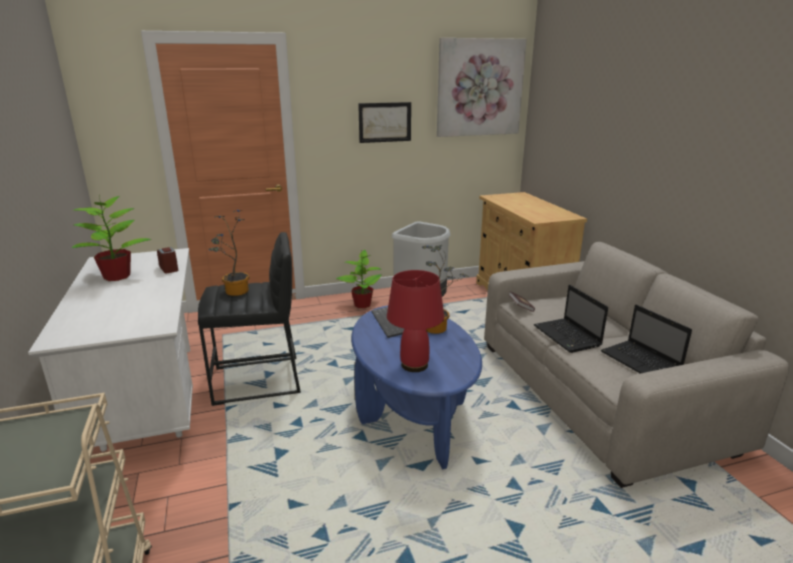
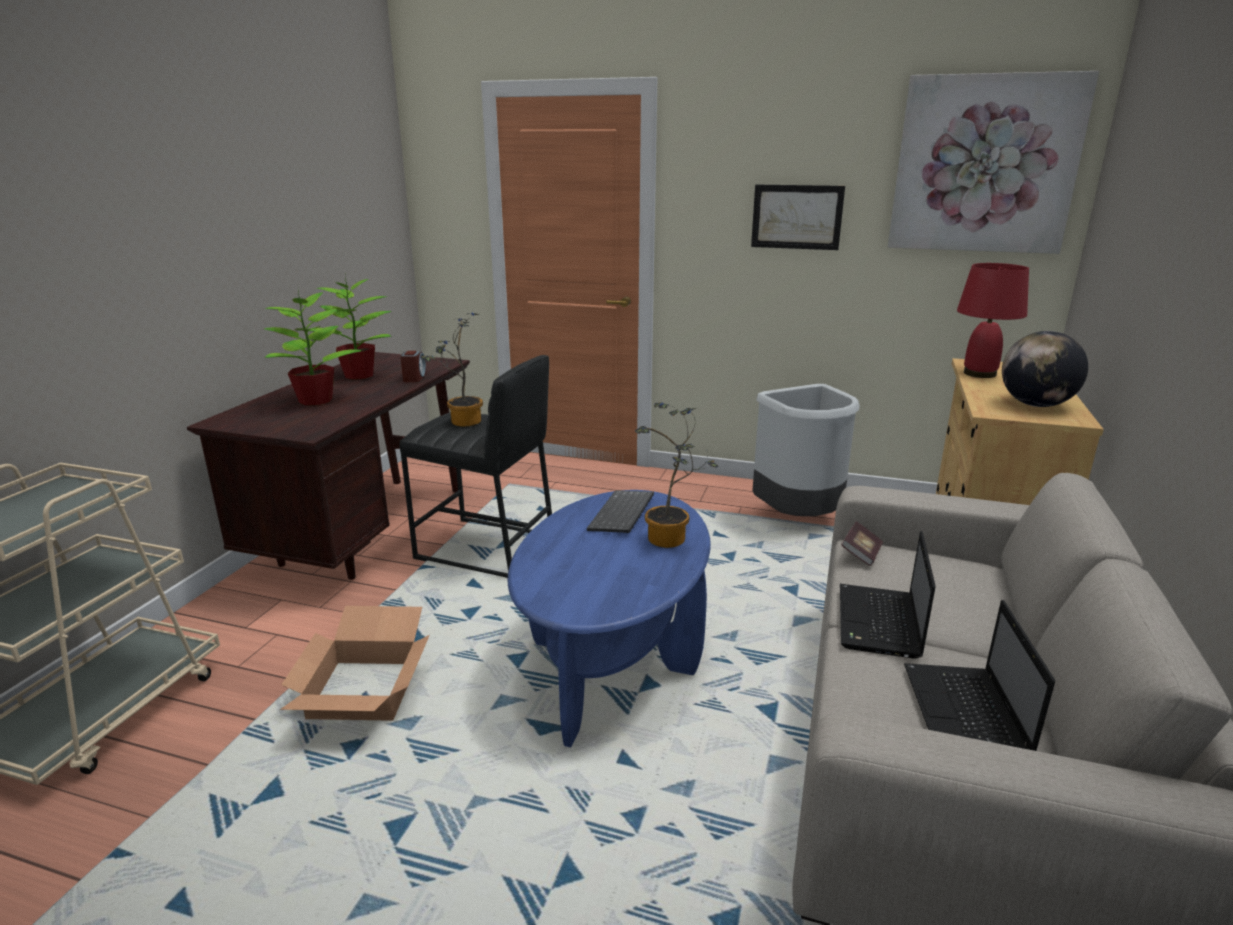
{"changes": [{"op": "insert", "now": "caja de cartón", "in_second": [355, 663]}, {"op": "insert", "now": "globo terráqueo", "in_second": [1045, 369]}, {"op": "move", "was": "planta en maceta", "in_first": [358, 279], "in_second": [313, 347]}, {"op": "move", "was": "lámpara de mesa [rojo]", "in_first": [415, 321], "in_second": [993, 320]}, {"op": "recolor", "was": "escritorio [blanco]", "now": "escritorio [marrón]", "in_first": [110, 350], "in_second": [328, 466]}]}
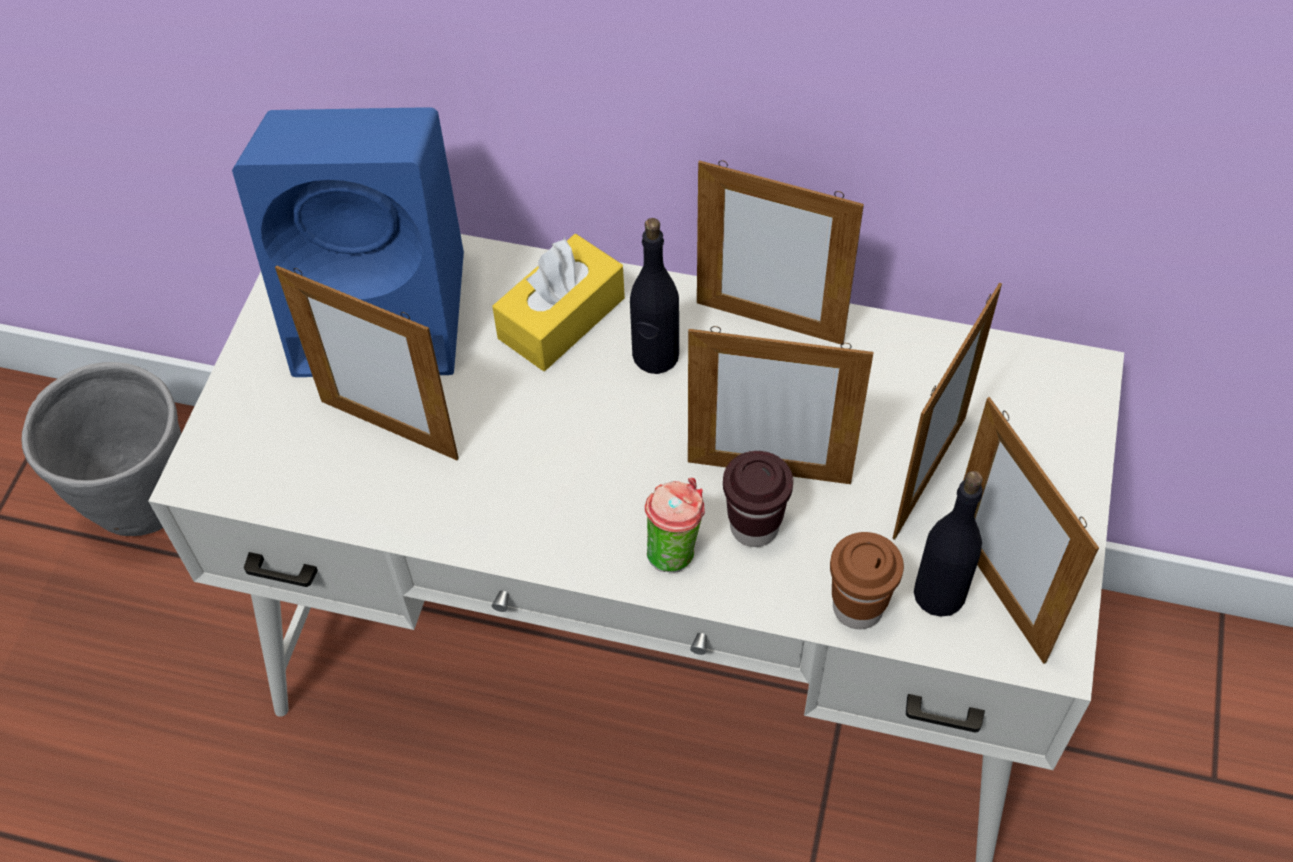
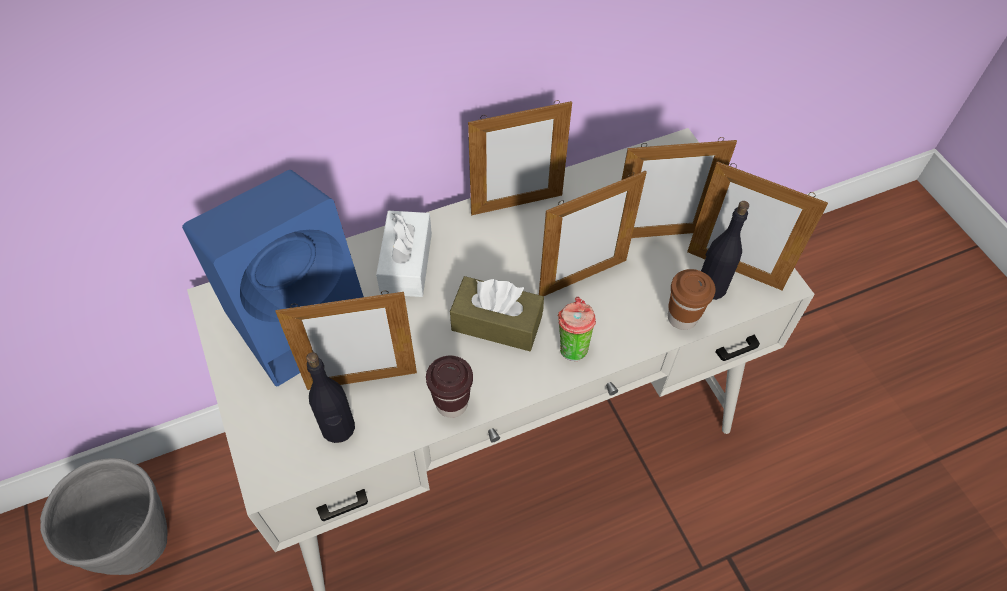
{"changes": [{"op": "insert", "now": "caja de pañuelos [marrón]", "in_second": [497, 313]}, {"op": "move", "was": "botella [negro]", "in_first": [654, 296], "in_second": [330, 397]}, {"op": "move", "was": "taza [marrón]", "in_first": [758, 499], "in_second": [449, 386]}, {"op": "recolor", "was": "caja de pañuelos [amarillo]", "now": "caja de pañuelos [blanco]", "in_first": [558, 302], "in_second": [404, 254]}, {"op": "rotate", "was": "portarretratos", "in_first": [947, 411], "in_second": [679, 187], "clockwise": 90}]}
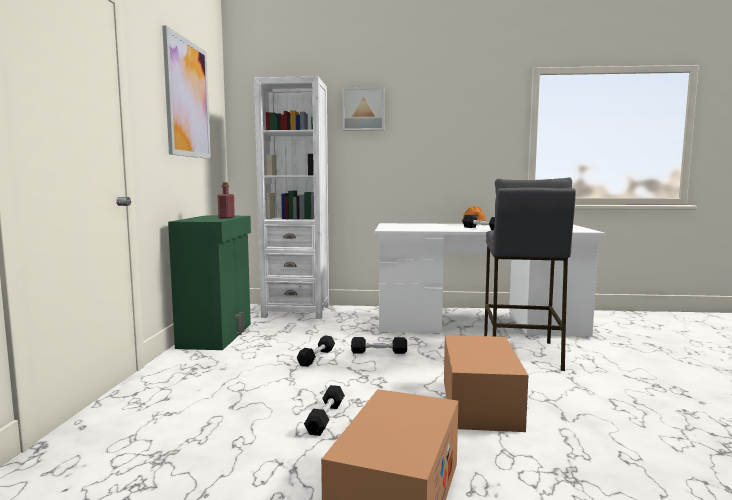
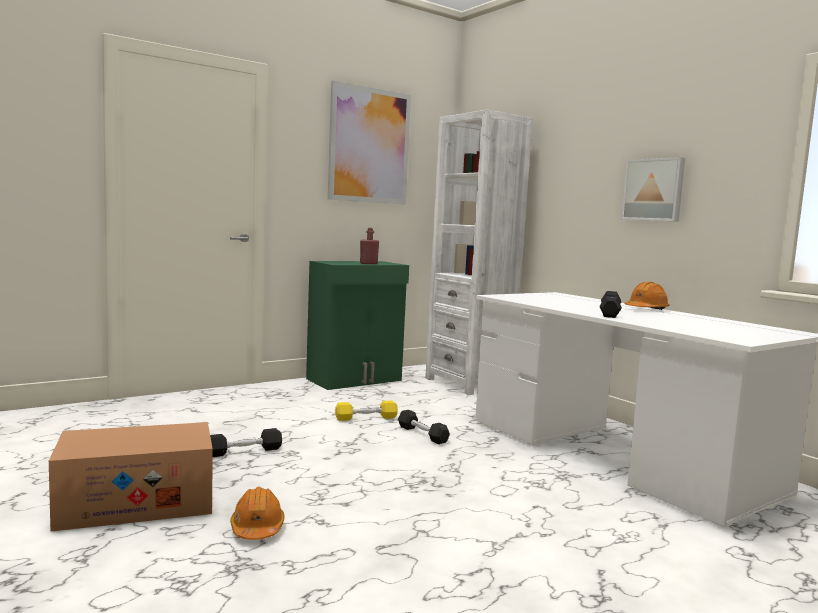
{"changes": [{"op": "delete", "was": "caja de cartón", "in_first": [486, 383]}, {"op": "delete", "was": "taburete [gris]", "in_first": [530, 274]}, {"op": "insert", "now": "casco [naranja]", "in_second": [257, 513]}, {"op": "move", "was": "cuadro", "in_first": [363, 109], "in_second": [653, 189]}, {"op": "recolor", "was": "mancuerna [negro]", "now": "mancuerna [amarillo]", "in_first": [316, 351], "in_second": [366, 411]}]}
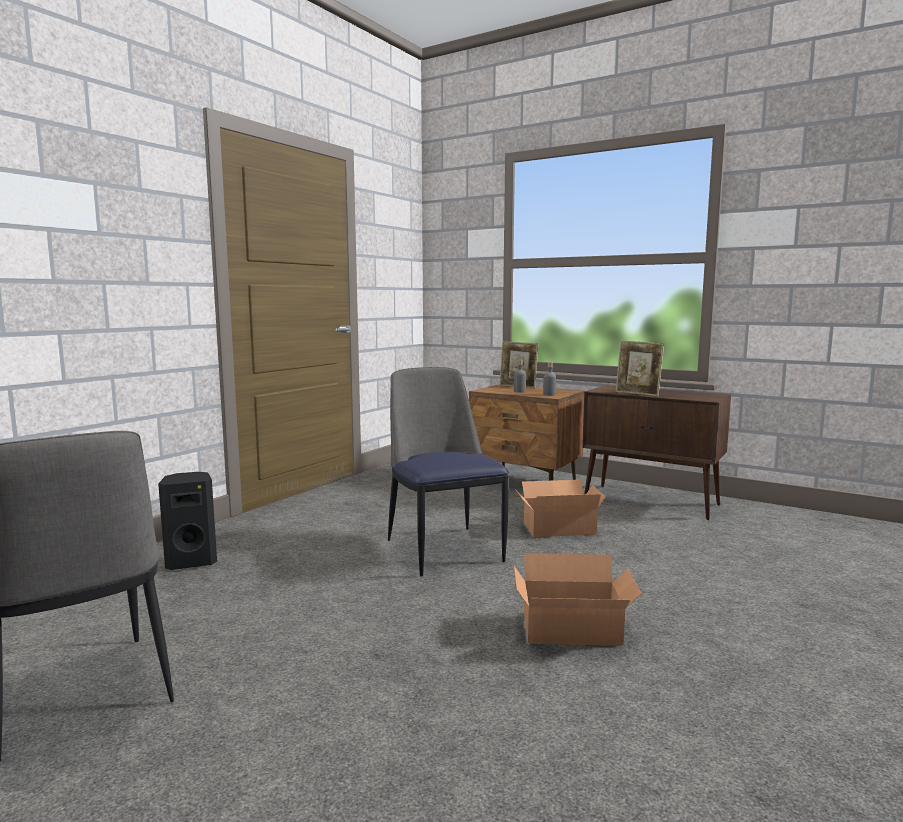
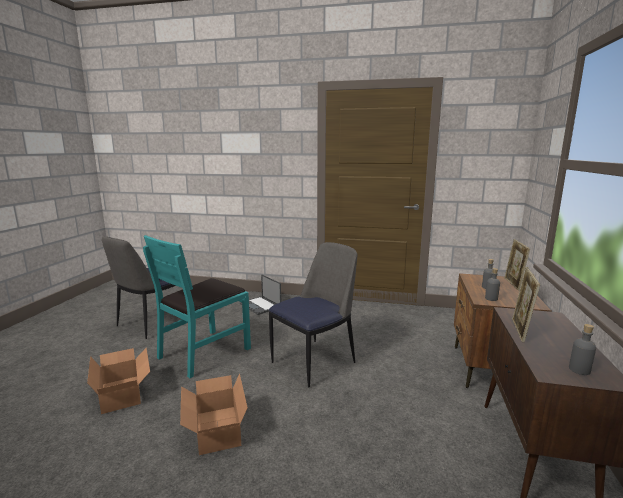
{"changes": [{"op": "insert", "now": "silla [turquesa]", "in_second": [197, 306]}, {"op": "insert", "now": "botella [gris]", "in_second": [582, 349]}, {"op": "move", "was": "caja de cartón", "in_first": [560, 508], "in_second": [118, 381]}, {"op": "replace", "was": "altavoz [negro]", "now": "portátil", "in_first": [187, 521], "in_second": [260, 294]}]}
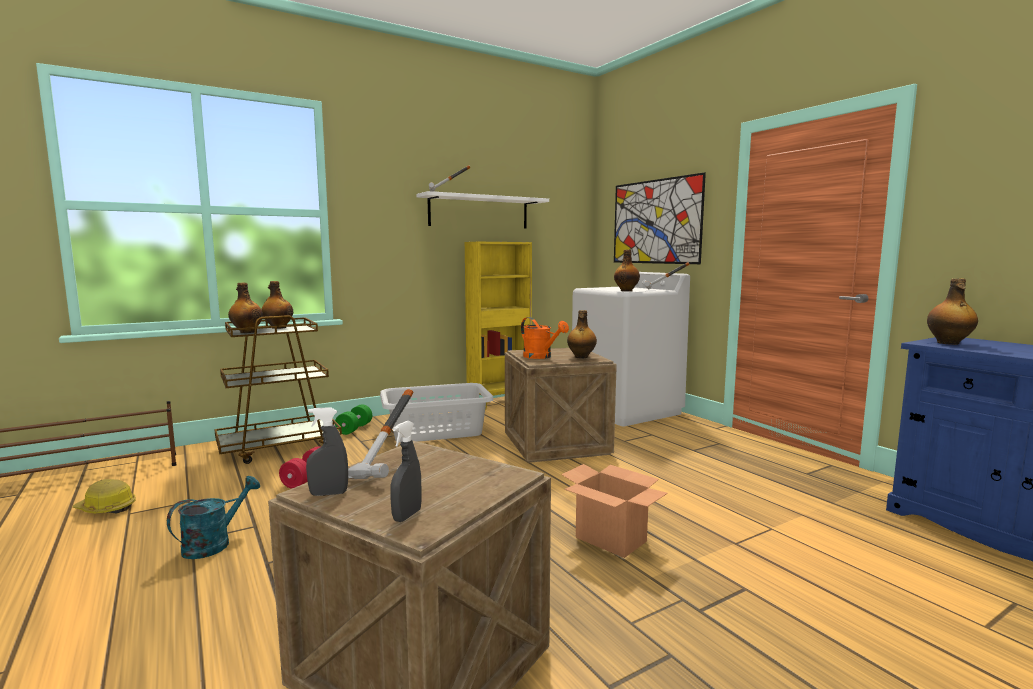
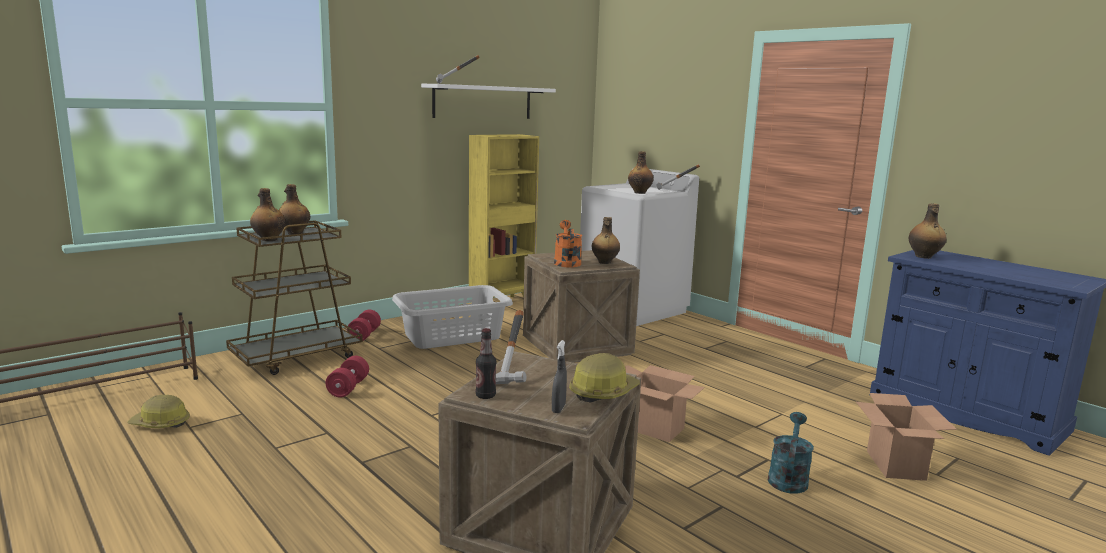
{"changes": [{"op": "delete", "was": "cuadro", "in_first": [660, 218]}, {"op": "insert", "now": "casco", "in_second": [604, 378]}, {"op": "insert", "now": "caja de cartón", "in_second": [906, 437]}, {"op": "move", "was": "regadera [turquesa]", "in_first": [213, 517], "in_second": [791, 453]}, {"op": "replace", "was": "pulverizador [gris]", "now": "botella", "in_first": [327, 451], "in_second": [486, 363]}, {"op": "recolor", "was": "mancuerna [verde]", "now": "mancuerna [rojo]", "in_first": [353, 419], "in_second": [364, 325]}, {"op": "rotate", "was": "regadera [naranja]", "in_first": [545, 338], "in_second": [568, 243], "clockwise": -135}]}
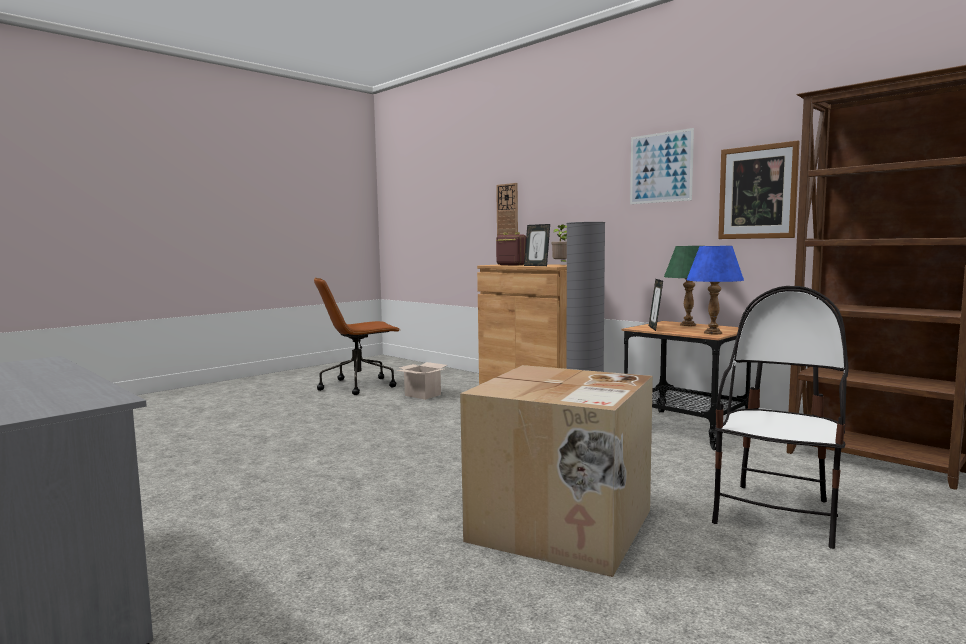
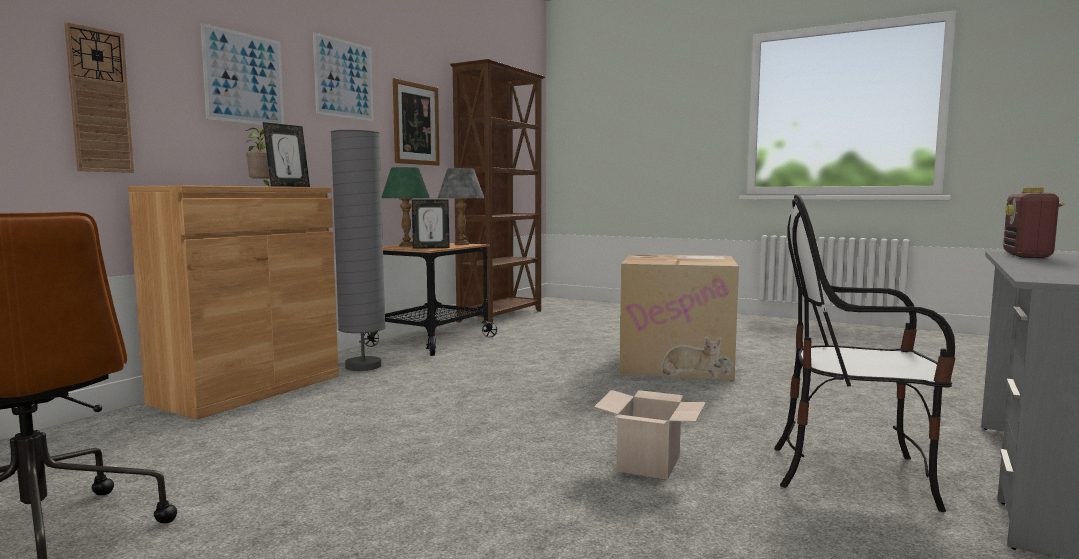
{"changes": [{"op": "insert", "now": "cuadro", "in_second": [242, 74]}, {"op": "move", "was": "caja de cartón", "in_first": [421, 381], "in_second": [650, 435]}, {"op": "move", "was": "radio", "in_first": [511, 248], "in_second": [1034, 222]}, {"op": "move", "was": "silla", "in_first": [780, 417], "in_second": [865, 353]}, {"op": "recolor", "was": "lámpara de mesa [azul]", "now": "lámpara de mesa [gris]", "in_first": [715, 290], "in_second": [461, 206]}]}
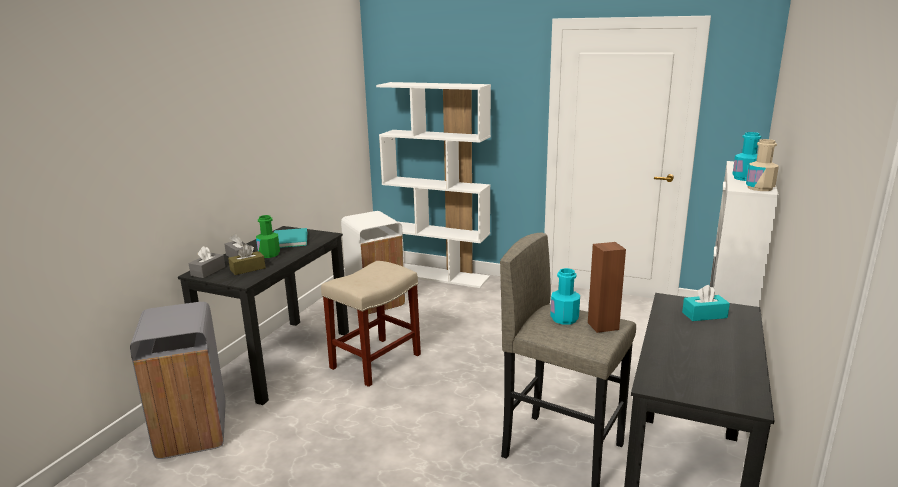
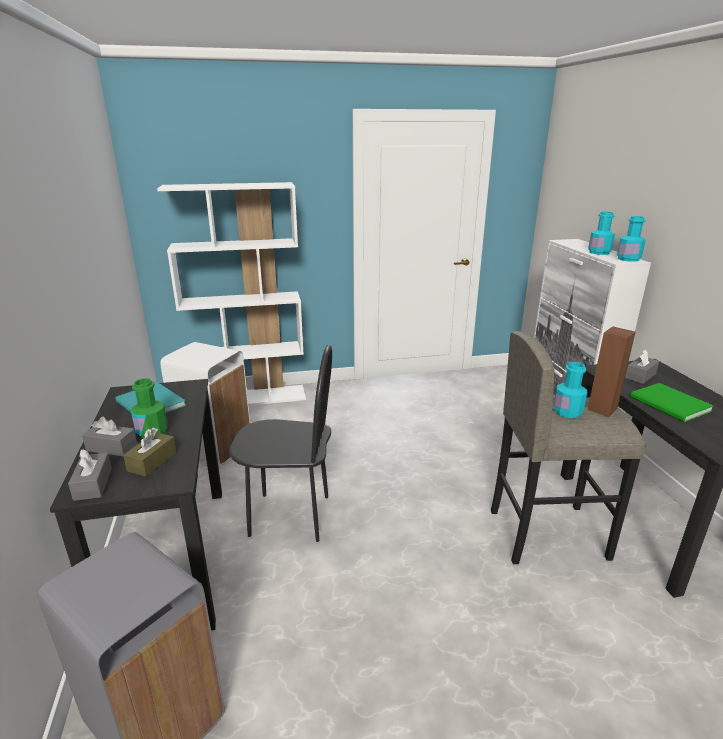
{"changes": [{"op": "insert", "now": "libro [verde]", "in_second": [672, 402]}, {"op": "replace", "was": "taburete [beis]", "now": "silla [negro]", "in_first": [371, 324], "in_second": [280, 443]}, {"op": "recolor", "was": "caja de pañuelos [turquesa]", "now": "caja de pañuelos [gris]", "in_first": [706, 303], "in_second": [642, 366]}, {"op": "recolor", "was": "botella [beis]", "now": "botella [turquesa]", "in_first": [762, 165], "in_second": [631, 239]}]}
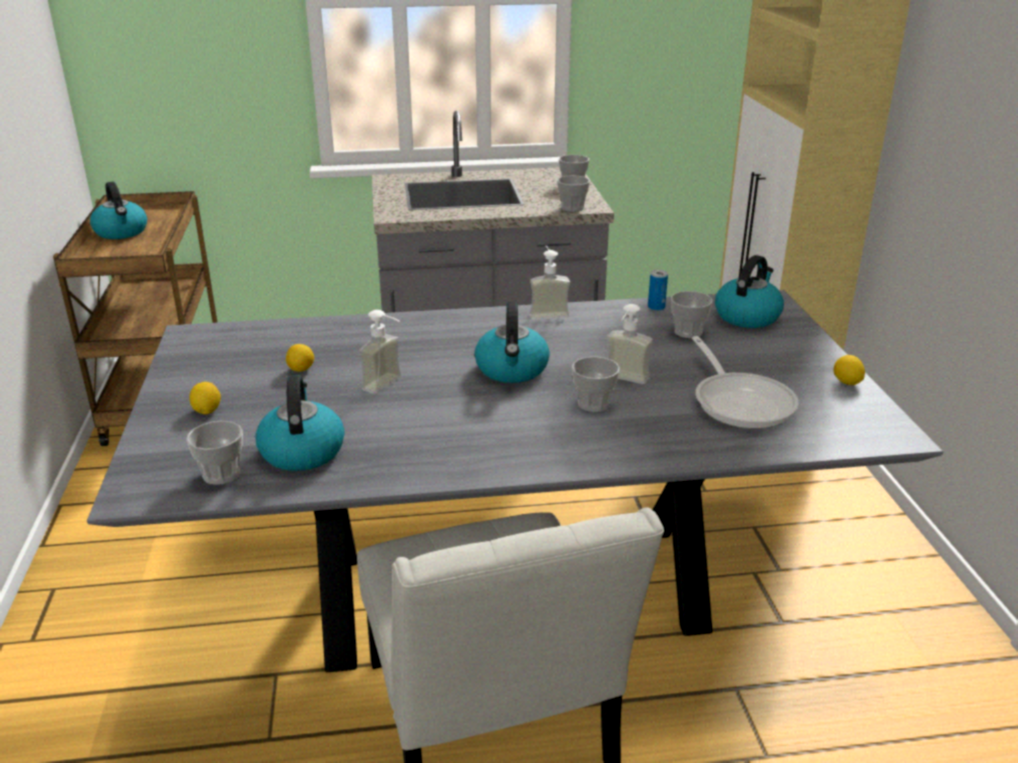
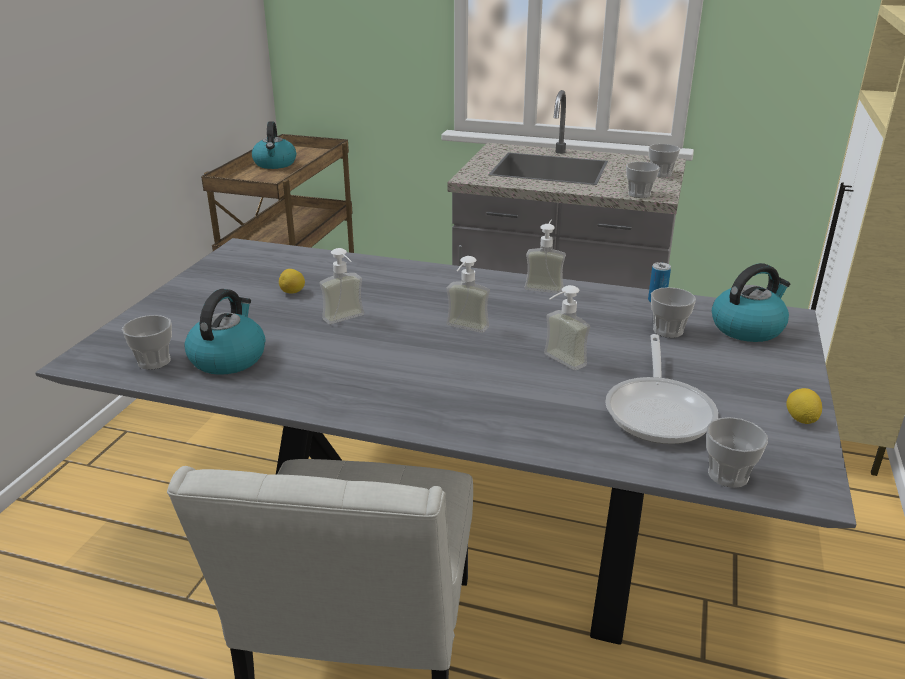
{"changes": [{"op": "delete", "was": "limón", "in_first": [205, 398]}, {"op": "move", "was": "taza", "in_first": [596, 384], "in_second": [737, 452]}, {"op": "replace", "was": "hervidor", "now": "dispensador de jabón", "in_first": [512, 342], "in_second": [468, 294]}]}
